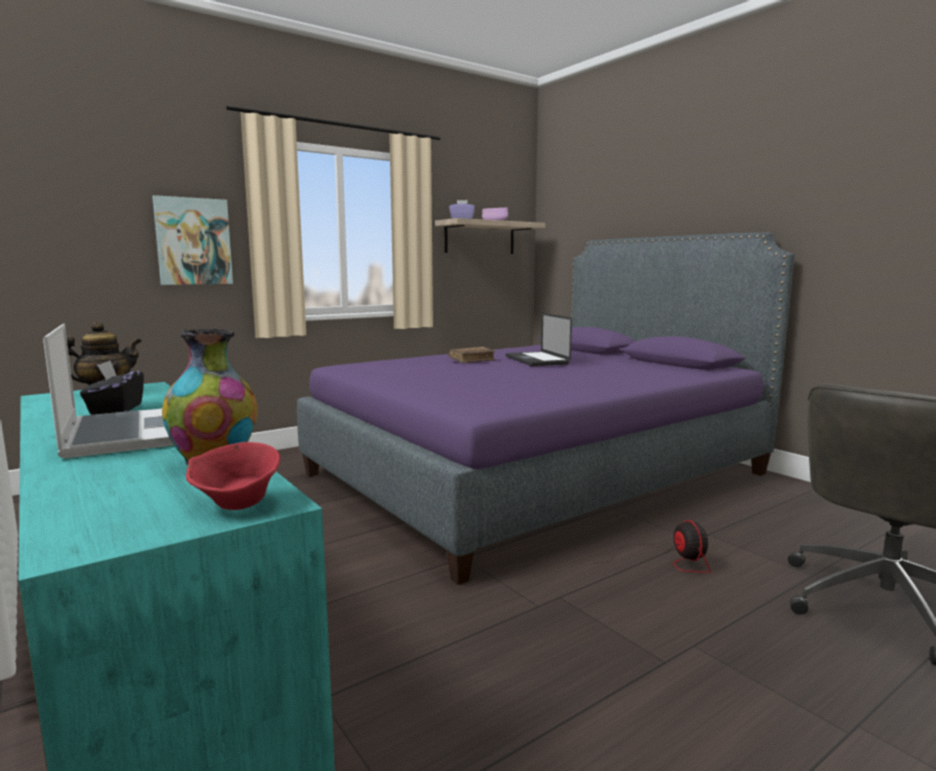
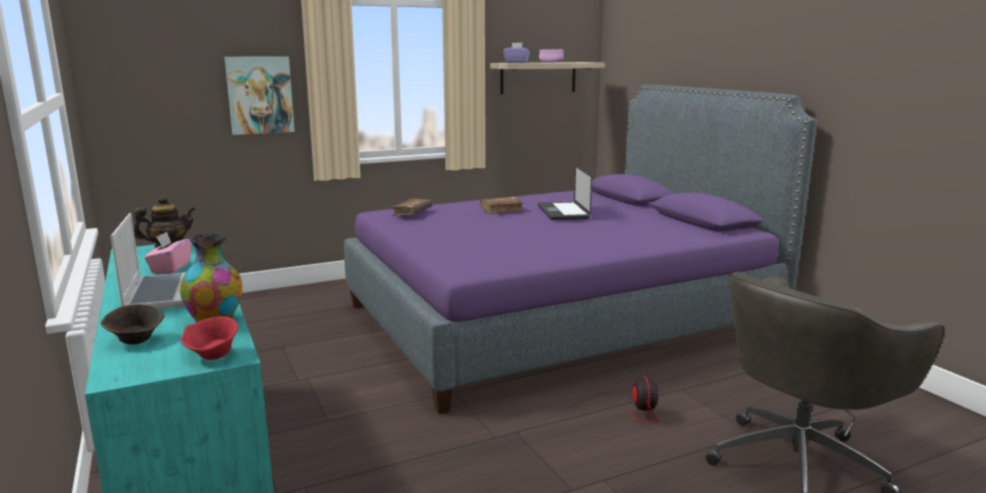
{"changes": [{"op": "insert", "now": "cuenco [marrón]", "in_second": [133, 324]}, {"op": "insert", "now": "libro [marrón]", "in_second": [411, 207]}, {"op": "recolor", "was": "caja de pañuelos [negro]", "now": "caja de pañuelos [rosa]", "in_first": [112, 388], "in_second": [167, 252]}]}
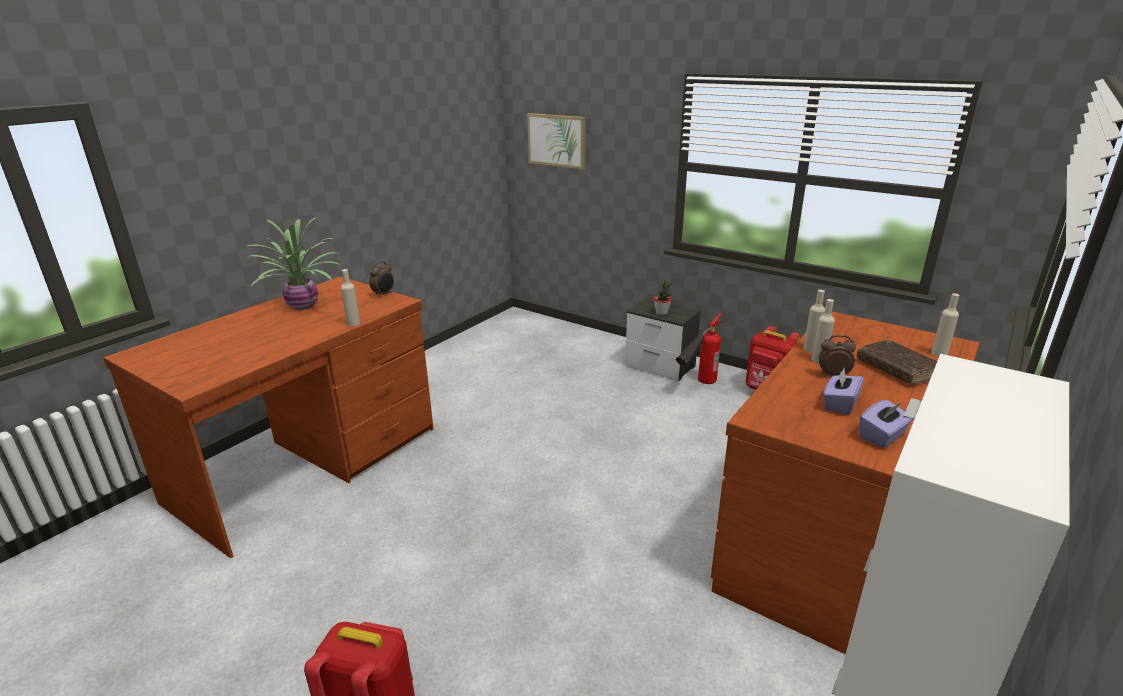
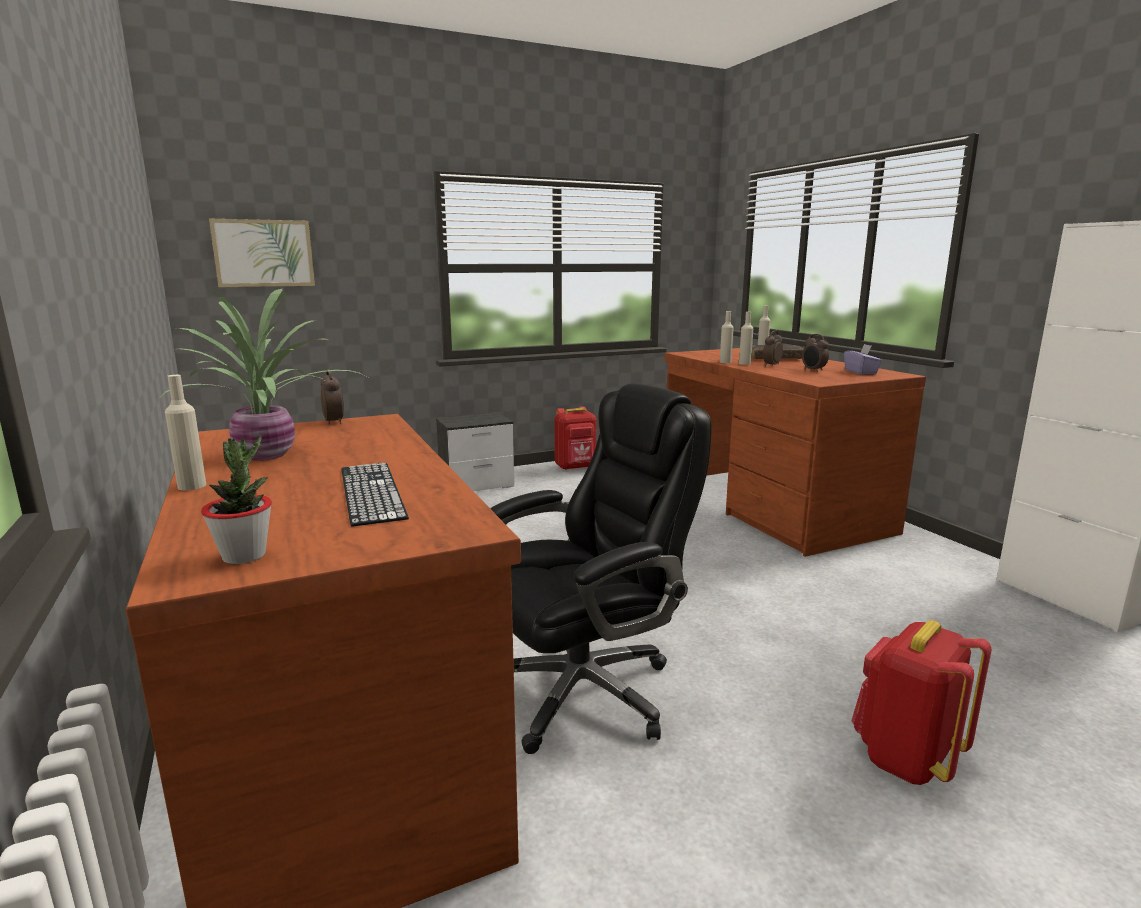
{"changes": [{"op": "delete", "was": "extintor", "in_first": [699, 348]}, {"op": "insert", "now": "teclado", "in_second": [375, 494]}, {"op": "insert", "now": "silla de oficina [negro]", "in_second": [600, 568]}, {"op": "move", "was": "botella [beis]", "in_first": [350, 297], "in_second": [185, 432]}, {"op": "move", "was": "planta en maceta", "in_first": [663, 297], "in_second": [236, 499]}, {"op": "replace", "was": "caja de pañuelos [morado]", "now": "despertador", "in_first": [843, 392], "in_second": [815, 353]}]}
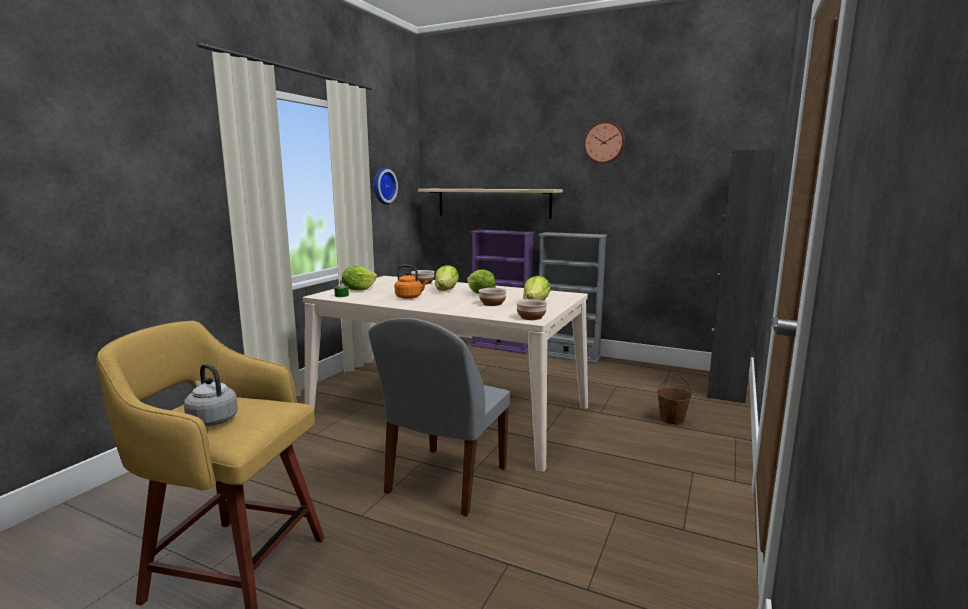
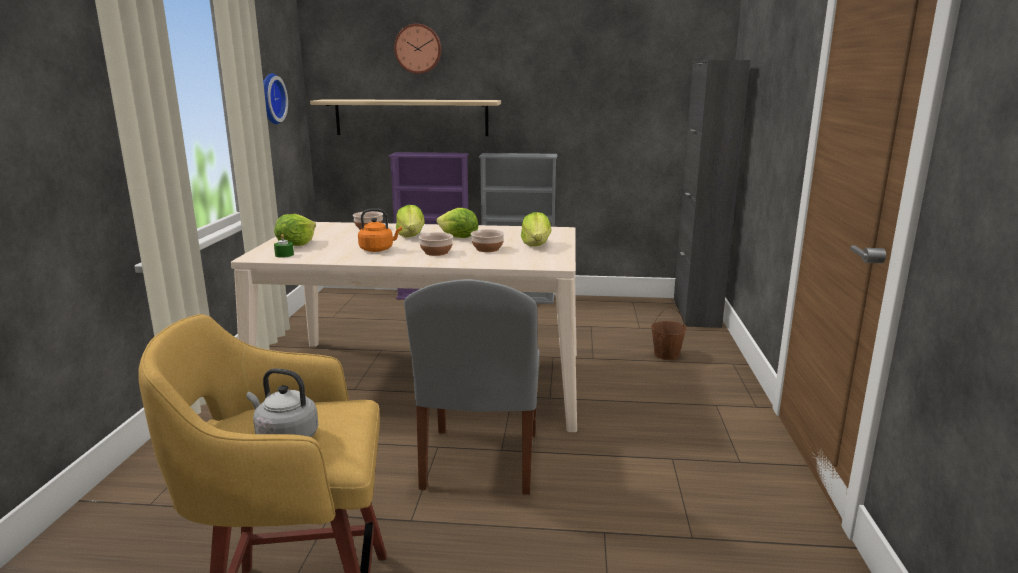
{"changes": [{"op": "move", "was": "cuenco", "in_first": [531, 309], "in_second": [436, 244]}, {"op": "move", "was": "reloj de pared", "in_first": [604, 142], "in_second": [418, 49]}]}
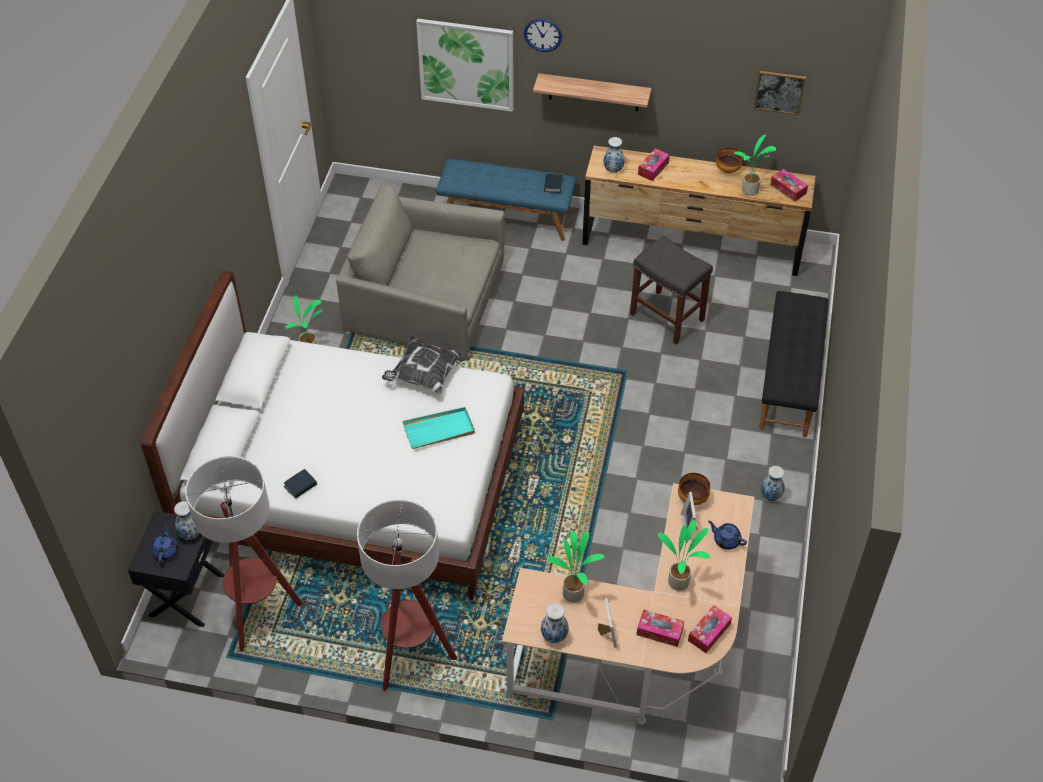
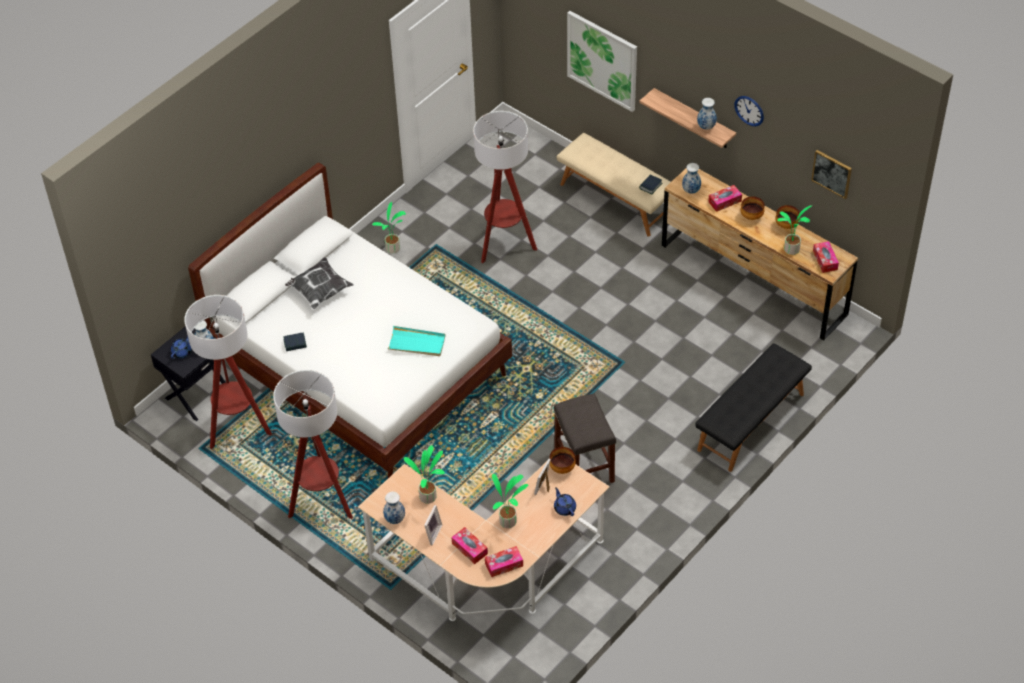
{"changes": [{"op": "insert", "now": "cuenco", "in_second": [753, 208]}, {"op": "move", "was": "cojín", "in_first": [423, 364], "in_second": [319, 283]}, {"op": "move", "was": "reloj de pared", "in_first": [543, 35], "in_second": [749, 111]}, {"op": "move", "was": "taburete [gris]", "in_first": [671, 290], "in_second": [585, 438]}, {"op": "move", "was": "florero", "in_first": [773, 483], "in_second": [707, 114]}, {"op": "replace", "was": "sillón [gris]", "now": "lámpara de pie", "in_first": [420, 273], "in_second": [505, 187]}, {"op": "recolor", "was": "banco [azul]", "now": "banco [beis]", "in_first": [506, 200], "in_second": [613, 185]}]}
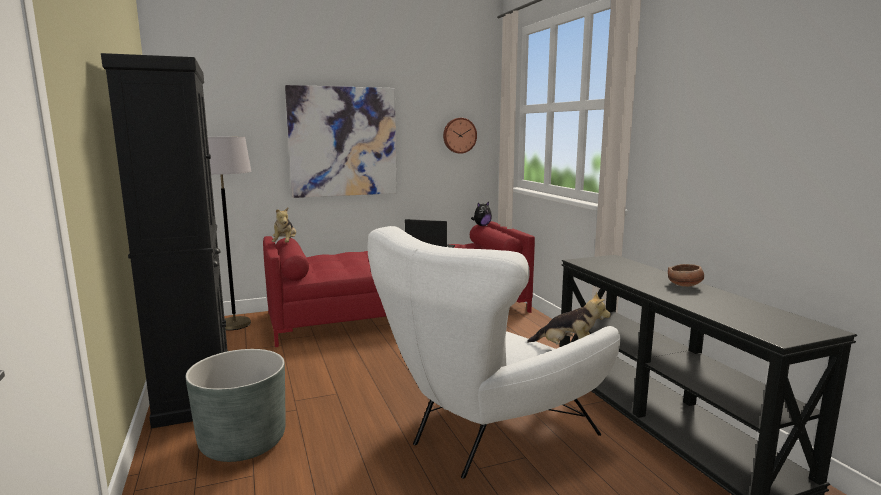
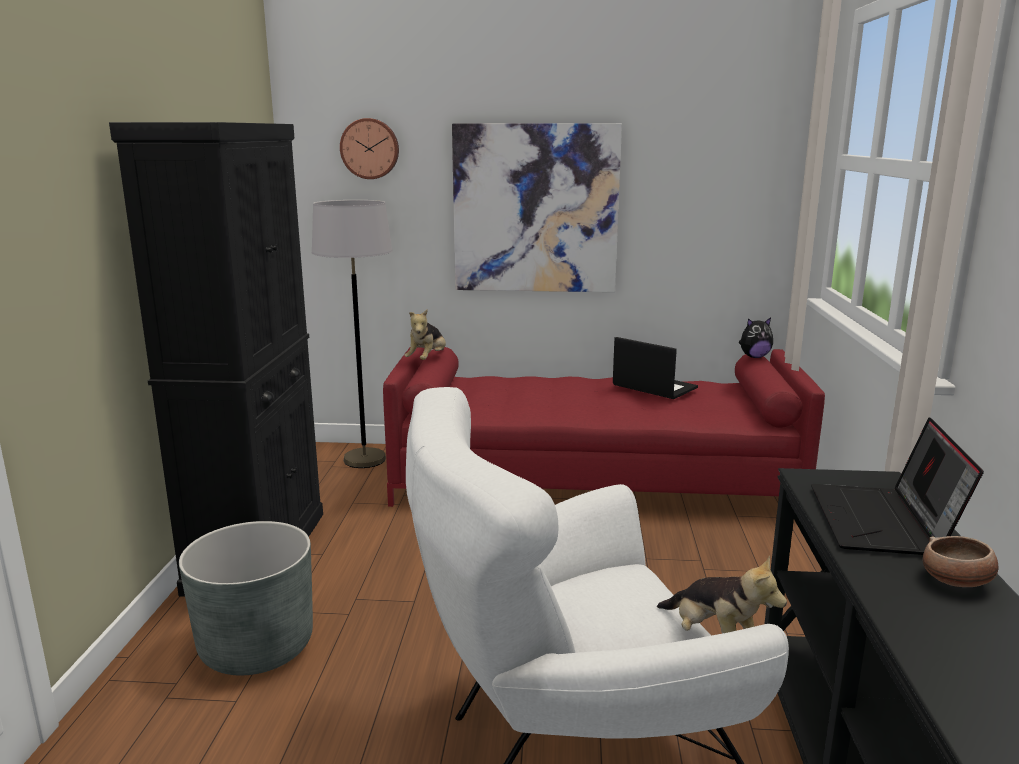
{"changes": [{"op": "insert", "now": "portátil", "in_second": [897, 486]}, {"op": "move", "was": "reloj de pared", "in_first": [460, 136], "in_second": [369, 148]}]}
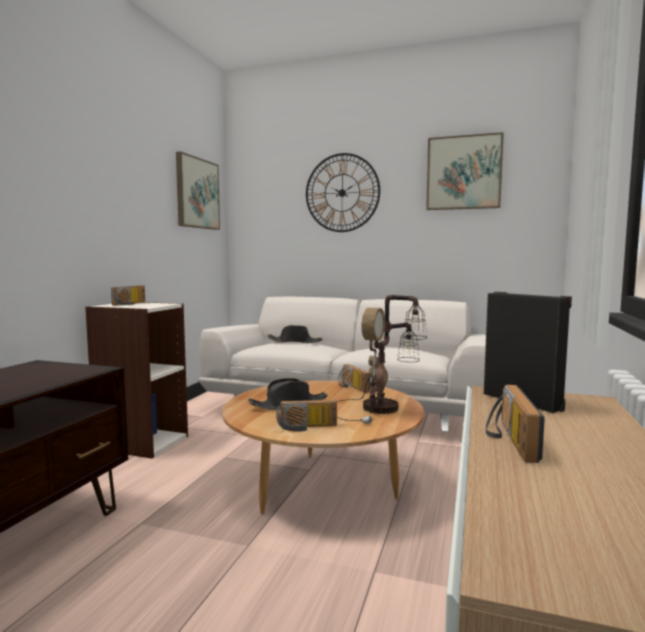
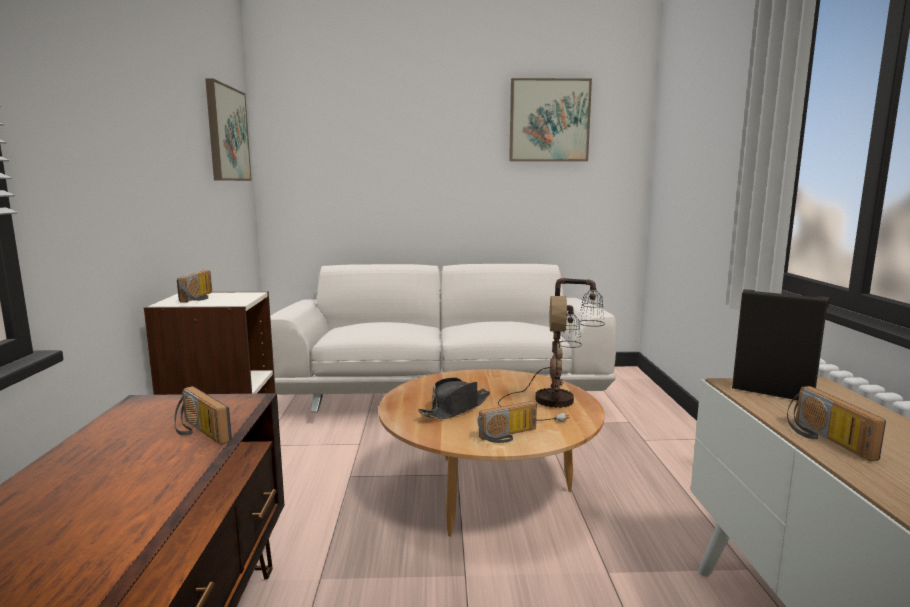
{"changes": [{"op": "delete", "was": "sombrero [negro]", "in_first": [295, 334]}, {"op": "delete", "was": "reloj de pared", "in_first": [343, 192]}, {"op": "move", "was": "radio", "in_first": [354, 378], "in_second": [203, 415]}]}
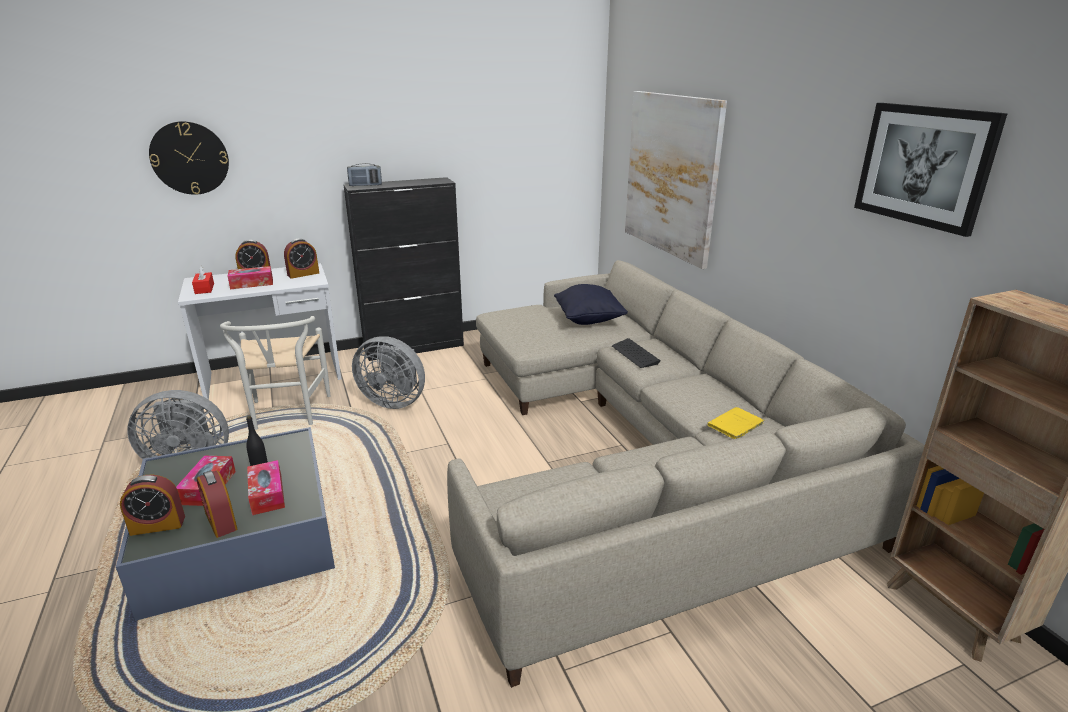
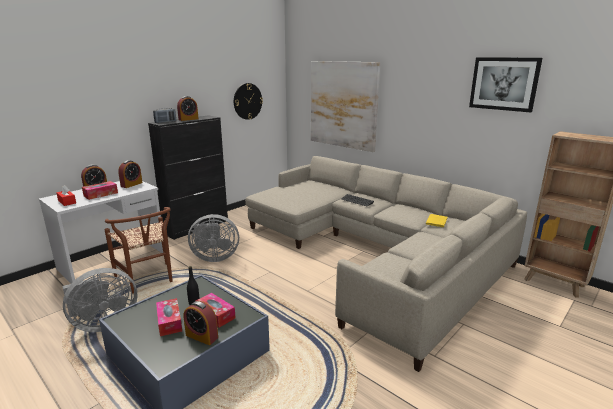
{"changes": [{"op": "delete", "was": "cojín [negro]", "in_first": [591, 304]}, {"op": "move", "was": "despertador", "in_first": [152, 505], "in_second": [187, 108]}, {"op": "move", "was": "reloj de pared", "in_first": [189, 158], "in_second": [248, 101]}, {"op": "recolor", "was": "silla [blanco]", "now": "silla [marrón]", "in_first": [275, 373], "in_second": [139, 250]}]}
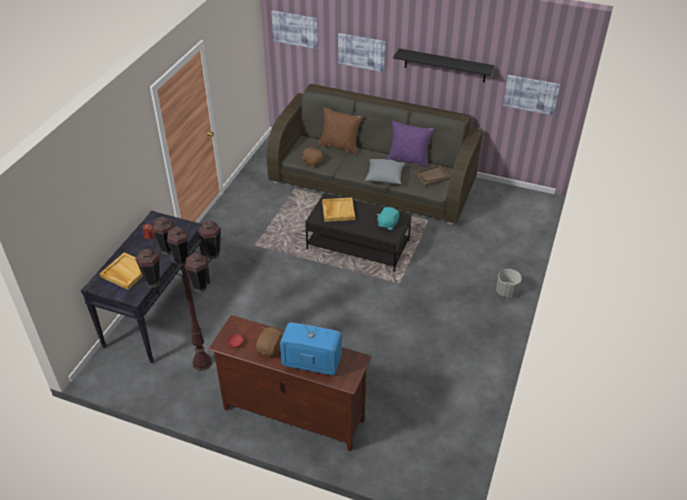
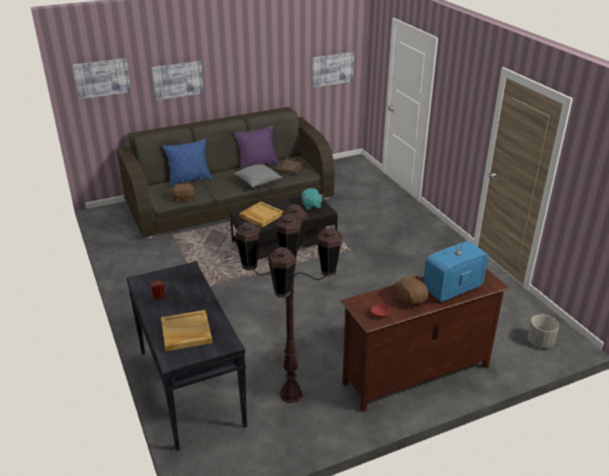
{"changes": [{"op": "delete", "was": "estante [negro]", "in_first": [444, 65]}, {"op": "move", "was": "maceta [gris]", "in_first": [508, 283], "in_second": [543, 331]}, {"op": "recolor", "was": "cojín [marrón]", "now": "cojín [azul]", "in_first": [340, 131], "in_second": [187, 162]}]}
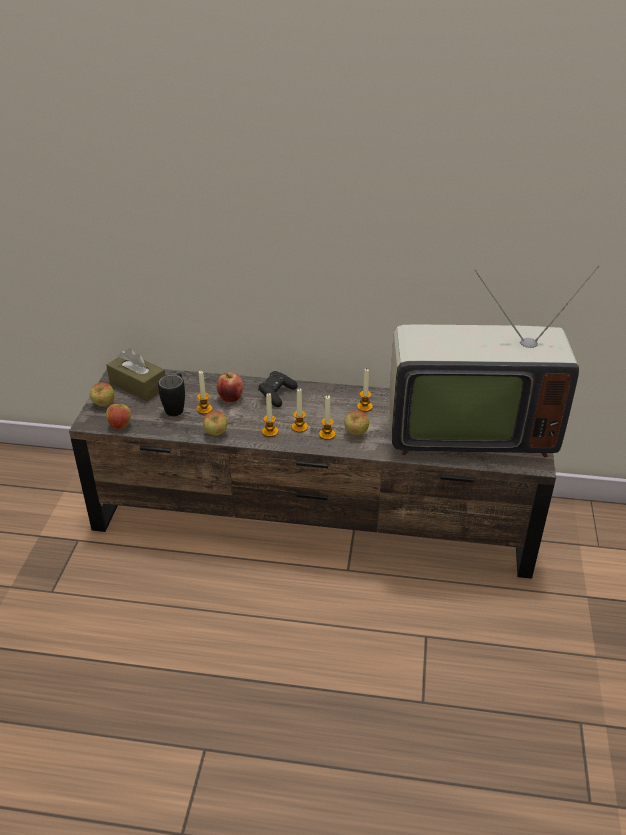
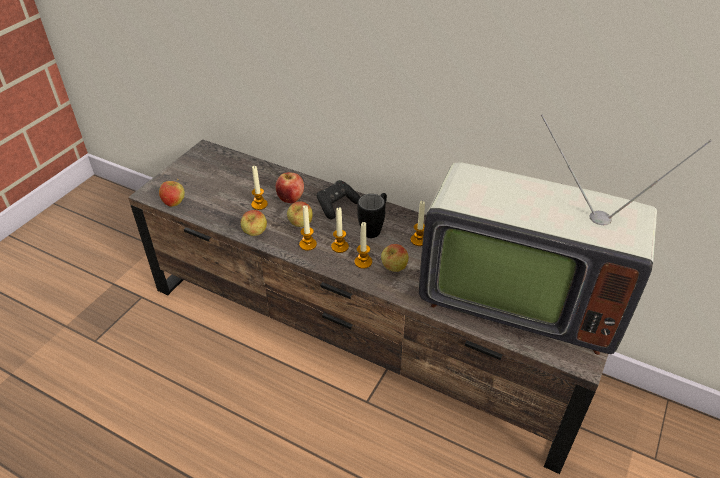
{"changes": [{"op": "delete", "was": "caja de pañuelos [marrón]", "in_first": [136, 375]}, {"op": "move", "was": "manzana", "in_first": [102, 394], "in_second": [300, 214]}, {"op": "move", "was": "taza grande [negro]", "in_first": [171, 394], "in_second": [372, 215]}]}
